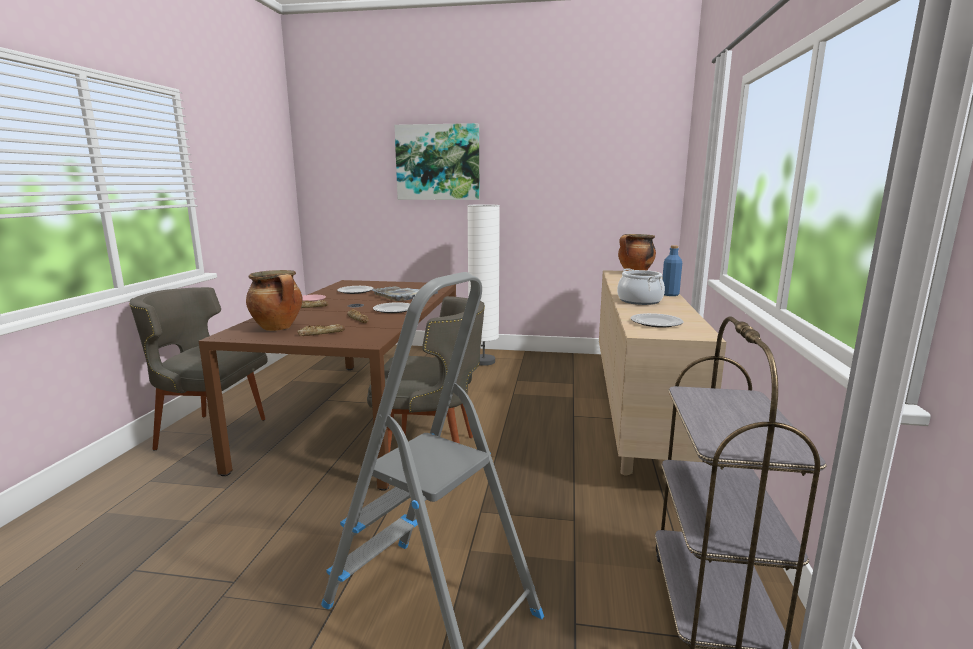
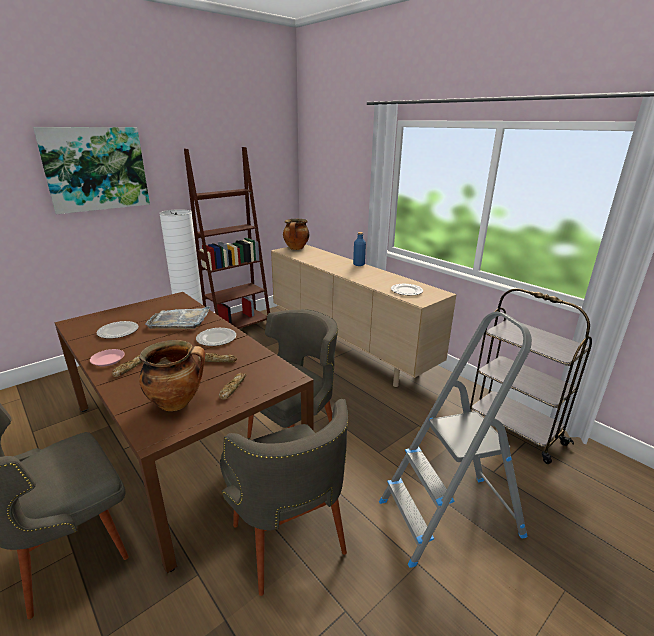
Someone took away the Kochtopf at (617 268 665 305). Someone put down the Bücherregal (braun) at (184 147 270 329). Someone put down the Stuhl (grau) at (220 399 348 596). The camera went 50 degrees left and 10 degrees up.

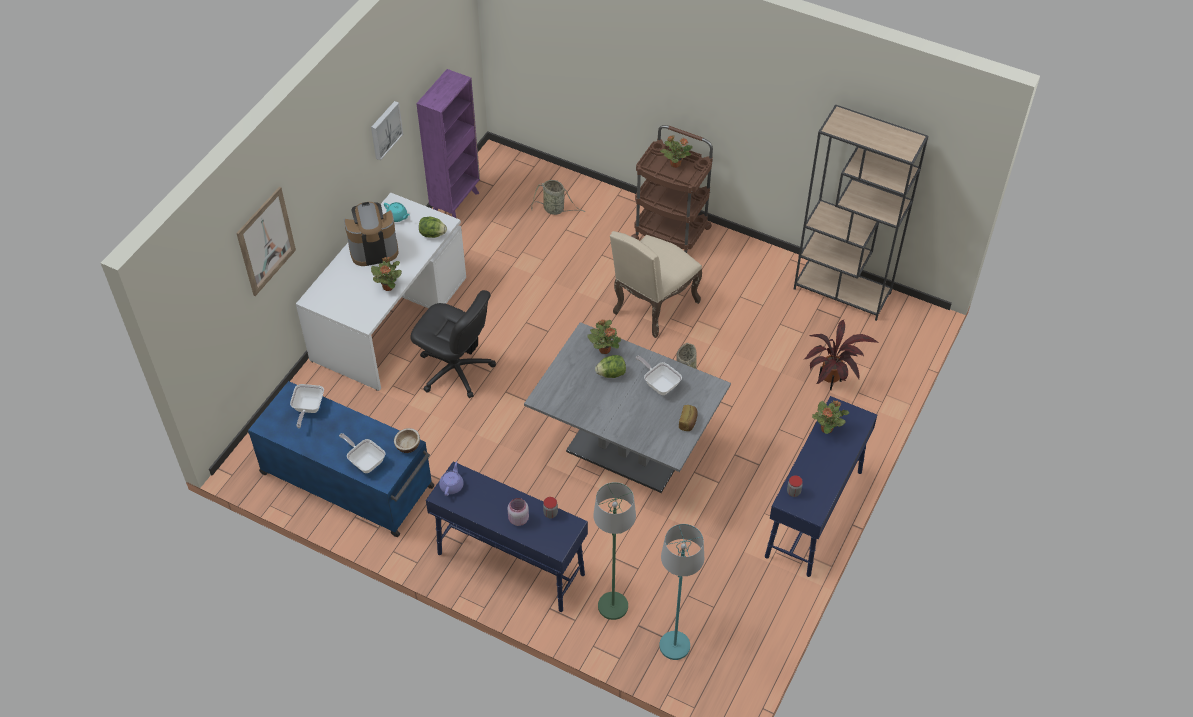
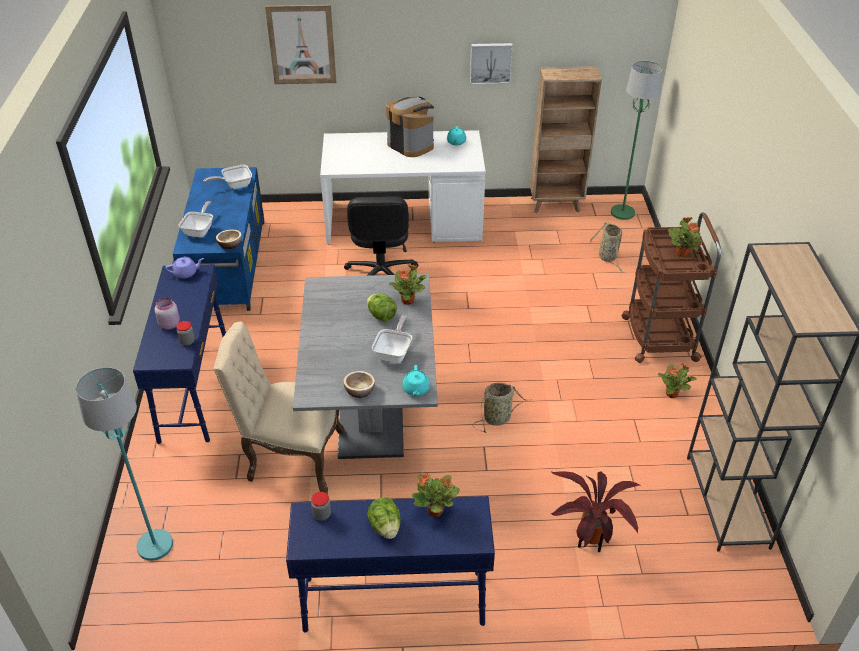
Someone repainted the Bücherregal (lila) at (416 69 480 218), which became the Bücherregal (braun) at (530 67 602 213). Someone carried the Salatkopf from (419 217 447 238) to (367 497 401 539). Someone carried the Stuhl (beige) from (610 231 702 338) to (214 322 344 494). Someone carried the Topfpflanze from (371 257 402 291) to (658 363 697 398). Someone swapped the Brot at (679 405 698 431) for the Schüssel at (343 371 375 398). Someone carried the Stehlampe (grün) from (593 482 636 620) to (611 61 663 220). Someone put down the Teekanne (türkis) at (402 365 430 397). The camera went 60 degrees right and 10 degrees down.

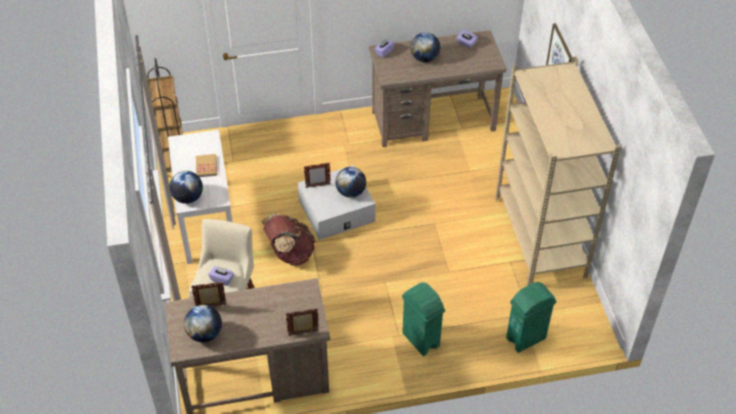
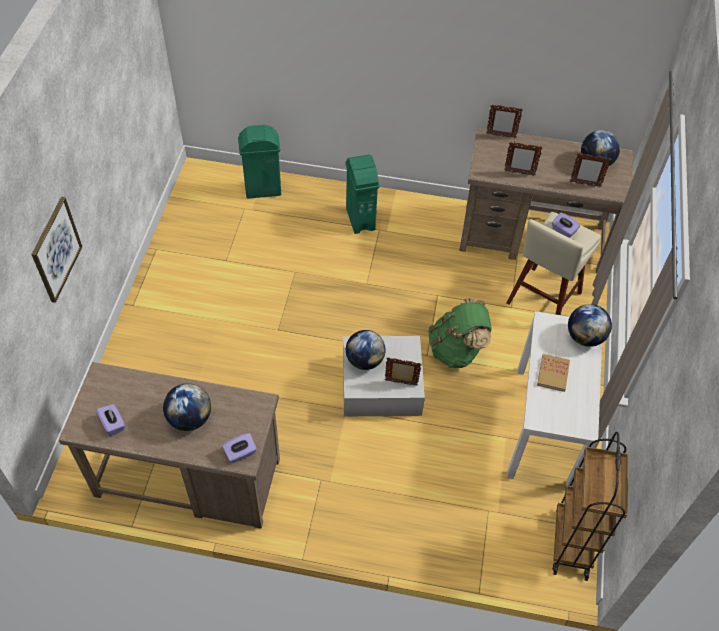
Someone took away the Bücherregal (beige) at (495 56 621 286). Someone repainted the Rucksack (braun) at (261 213 316 266), which became the Rucksack (grün) at (428 298 492 368). Someone put down the Bilderrahmen at (504 142 543 176). The camera went 160 degrees left and 5 degrees up.

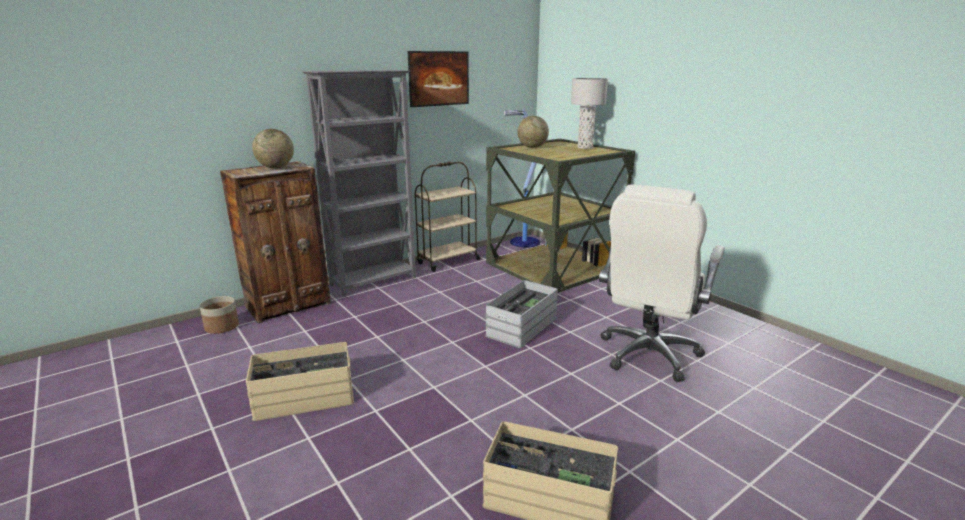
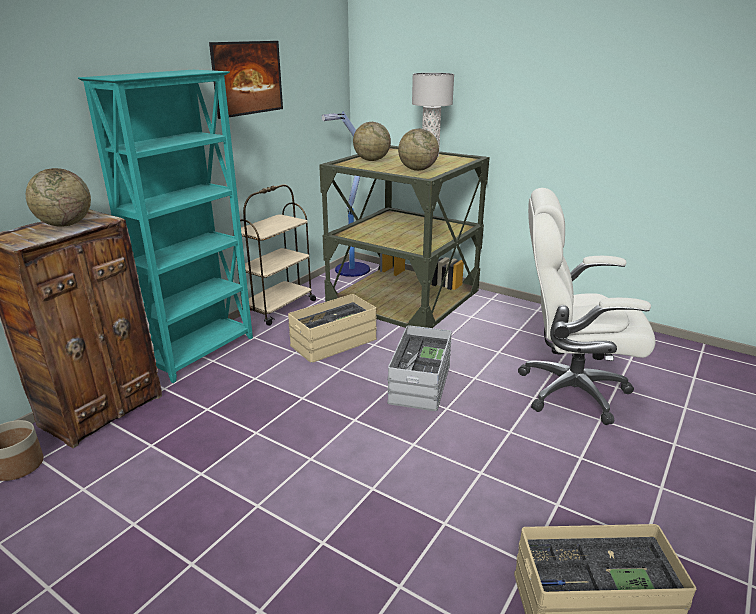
Someone repainted the Bücherregal (grau) at (302 70 416 297), which became the Bücherregal (türkis) at (78 70 253 383). Someone rotated the Bürostuhl (weiß) at (599 184 725 382) by 90 degrees clockwise. Someone carried the Aufbewahrungsbox (beige) from (246 342 354 421) to (288 294 377 363). Someone put down the Globus at (398 129 439 171). The camera went 20 degrees left and 5 degrees up.

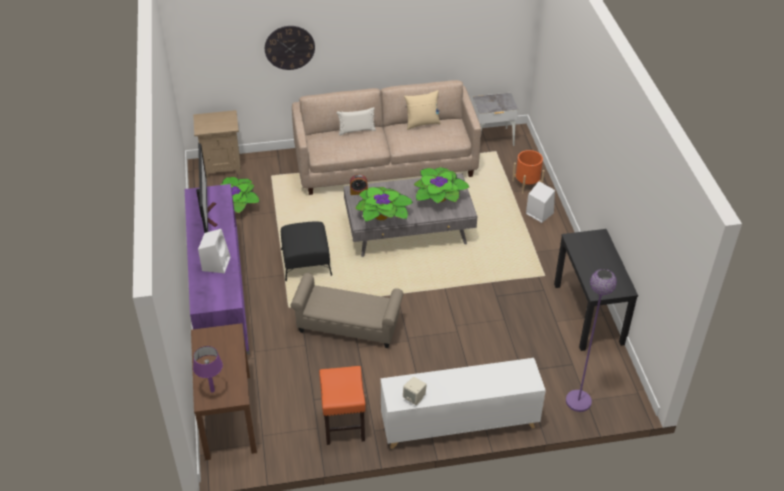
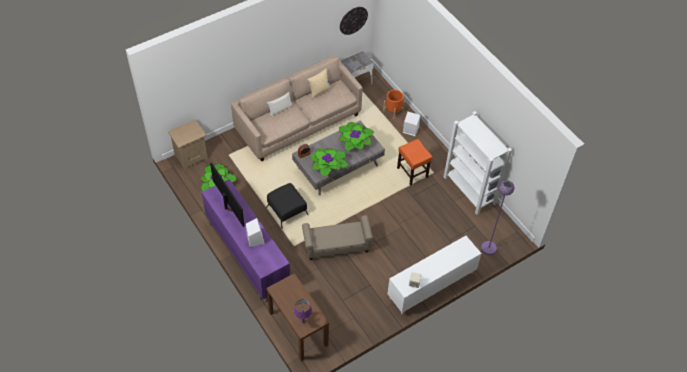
Someone carried the Wanduhr from (265 26 315 70) to (340 7 368 35). Someone swapped the Konsolentisch (schwarz) at (554 229 638 351) for the Bücherregal (weiß) at (444 111 512 215). Someone carried the Hocker (orange) from (319 366 366 445) to (397 139 432 186). The camera went 25 degrees left and 10 degrees up.

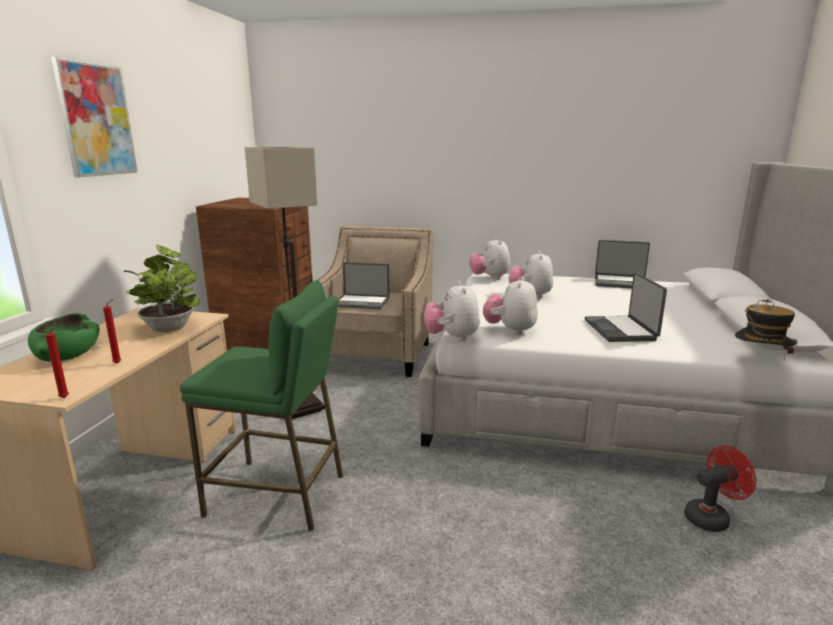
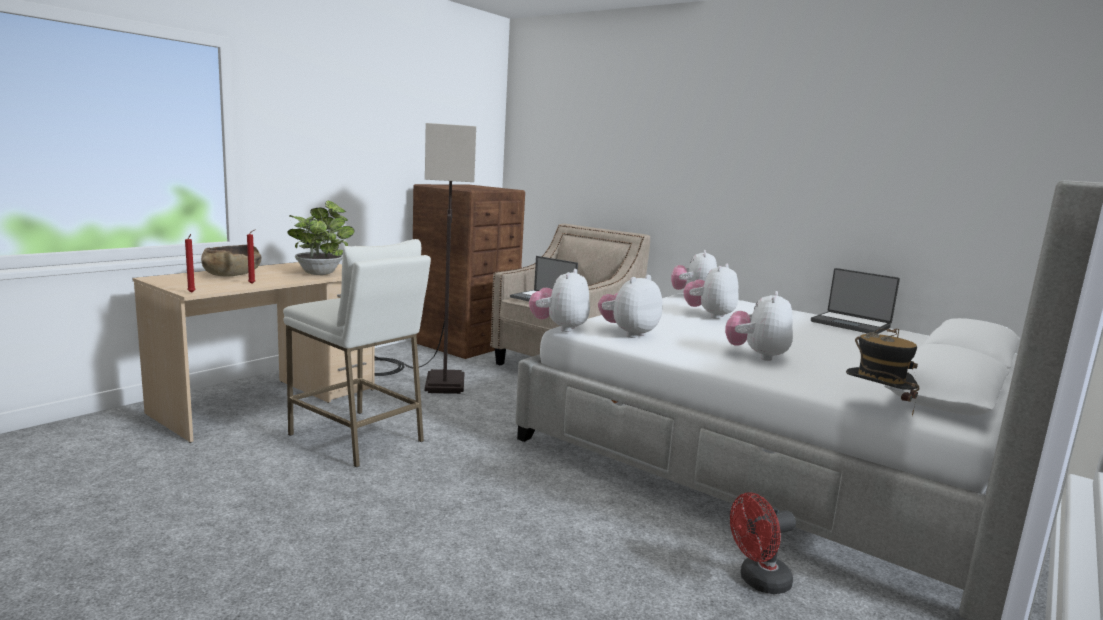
Someone took away the Bild at (51 57 138 178). Someone swapped the Laptop at (585 272 667 342) for the Plüschtier at (725 291 793 361). Someone repainted the Hocker (grün) at (180 280 343 531), which became the Hocker (weiß) at (283 239 431 468). Someone repainted the Schüssel (grün) at (28 313 100 362), which became the Schüssel (braun) at (201 245 261 276). Someone rotated the Ventilator (rot) at (684 445 756 532) by 150 degrees clockwise. The camera went 25 degrees right and 5 degrees down.

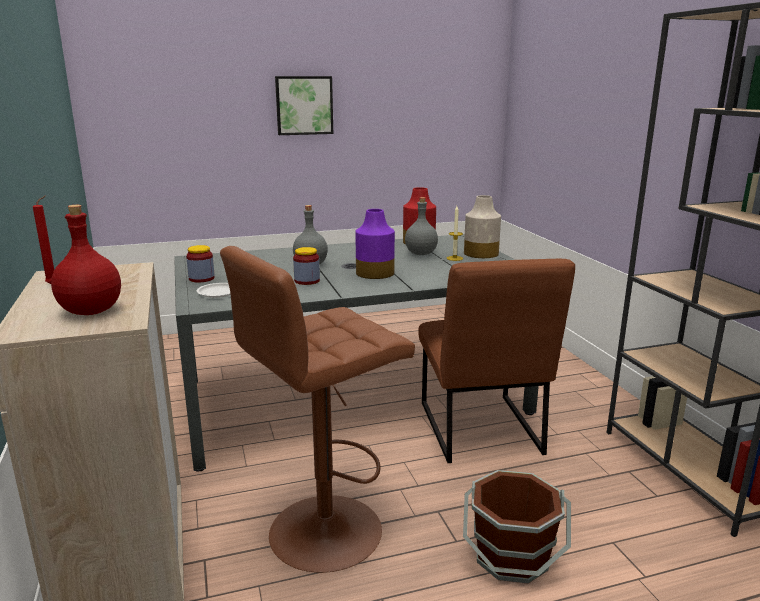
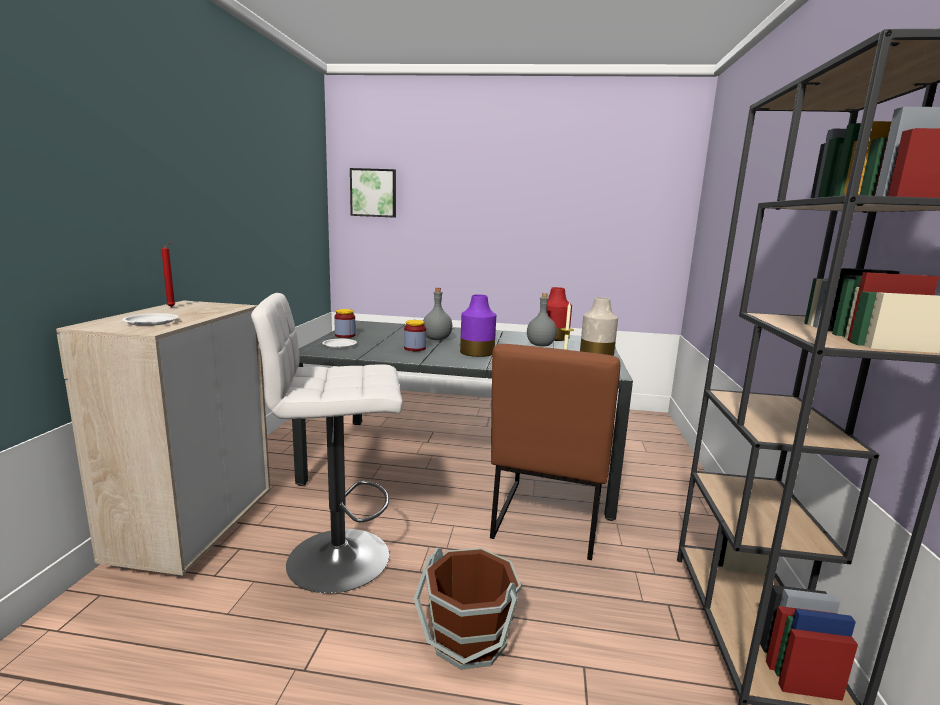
Someone carried the Bild from (275 76 333 135) to (350 168 396 218). Someone swapped the Flasche (rot) at (51 205 121 315) for the Teller (weiß) at (122 313 179 326). Someone repainted the Hocker (braun) at (220 246 415 573), which became the Hocker (weiß) at (251 293 403 593). The camera went 25 degrees right and 5 degrees down.

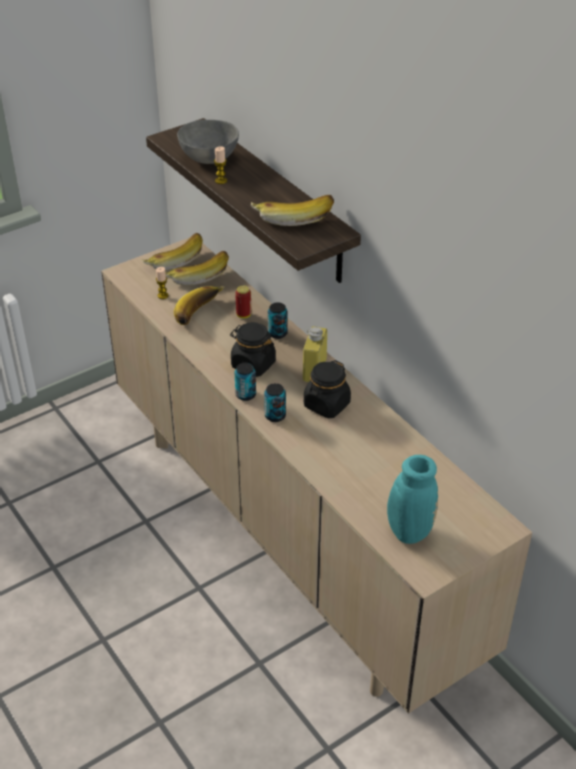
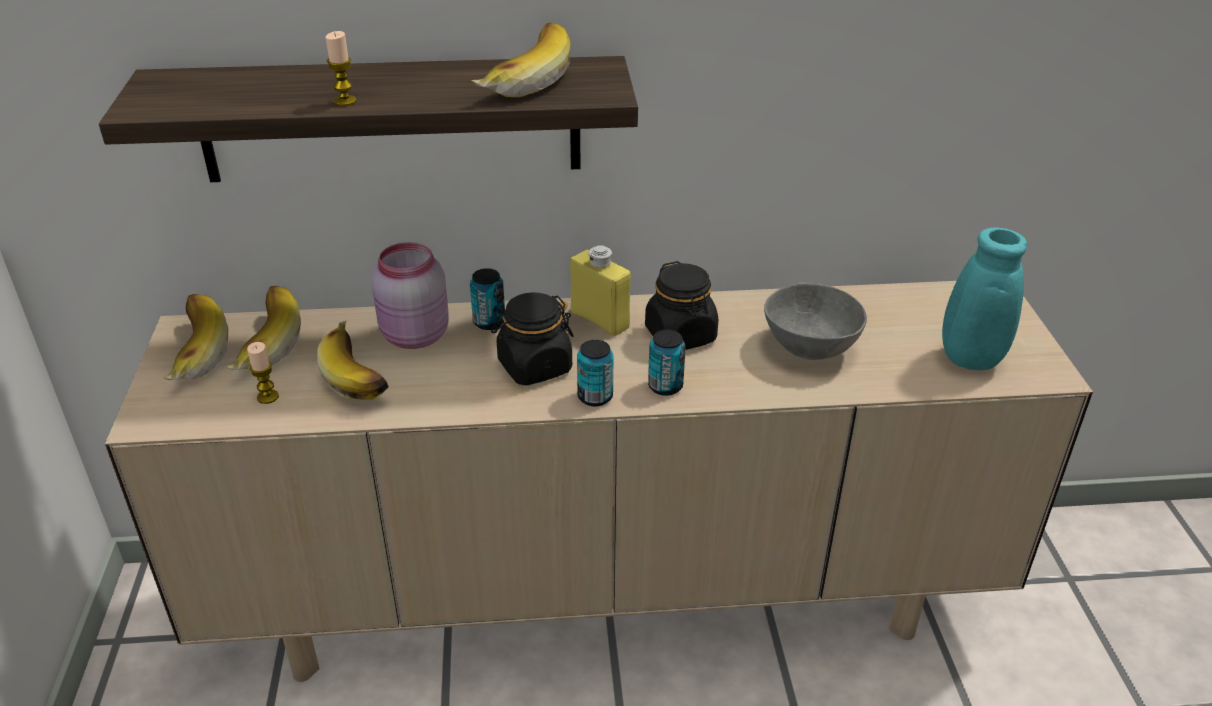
Someone carried the Schüssel (grau) from (177 120 239 164) to (764 283 867 360). Someone swapped the Dose at (235 285 251 318) for the Vorratsglas (rosa) at (372 242 449 349). The camera went 60 degrees left and 5 degrees down.

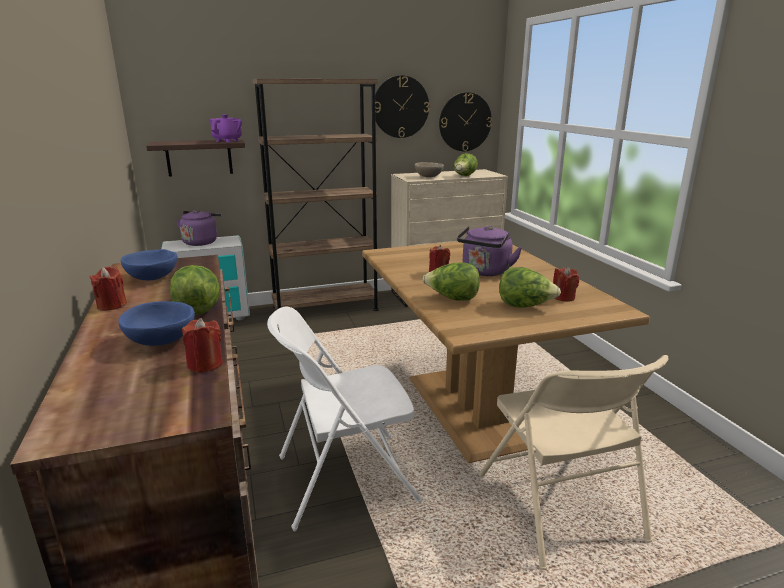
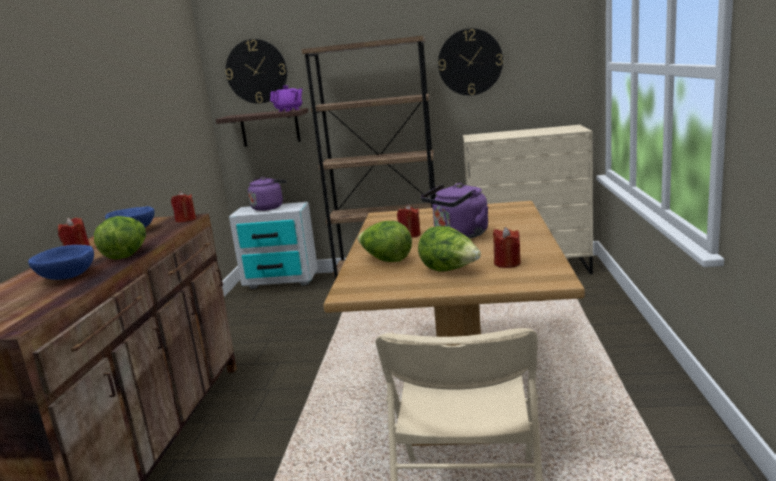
Someone carried the Wanduhr from (439 92 492 151) to (226 39 287 104). Someone took away the Salatkopf at (453 153 478 176). Someone took away the Schüssel (beige) at (415 162 444 177). Someone took away the Stuhl (weiß) at (267 307 422 532). Someone carried the Kerze (rot) from (182 318 223 373) to (171 191 196 223). The camera went 25 degrees right and 5 degrees down.

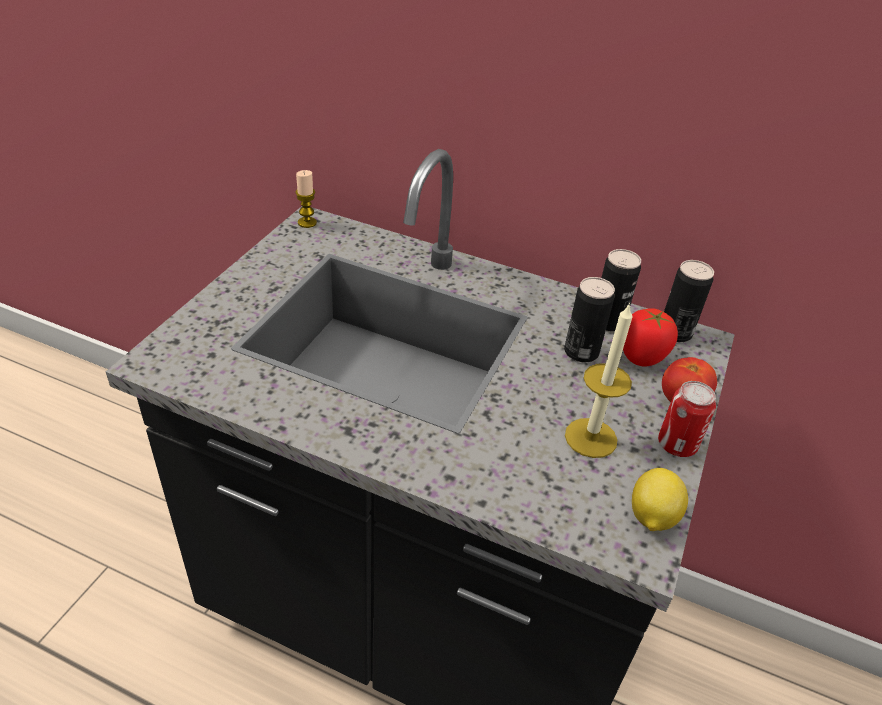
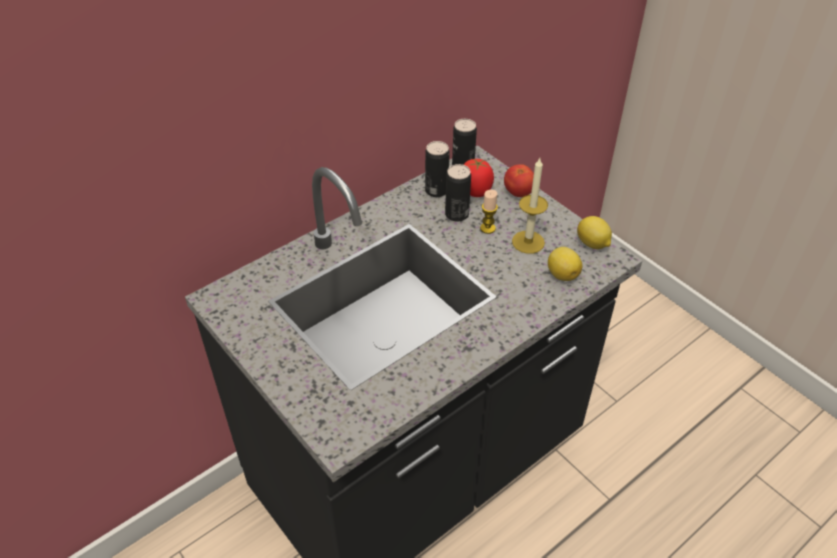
Someone carried the Kerze from (295 170 317 228) to (480 190 498 234). Someone took away the Dose at (658 381 716 457). Someone put down the Zitrone at (548 247 582 281). The camera went 60 degrees left and 5 degrees up.

